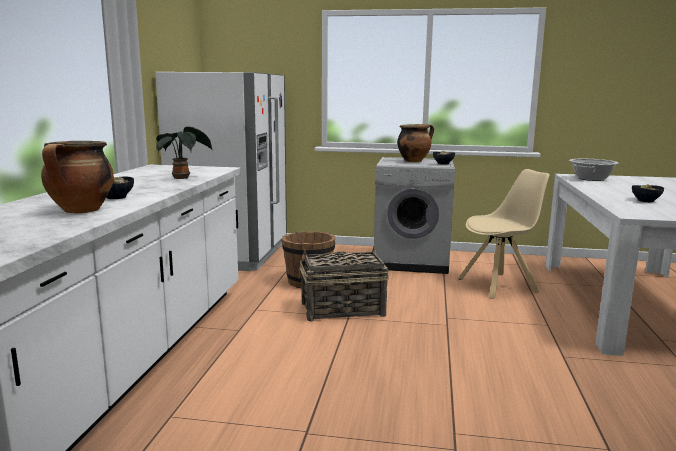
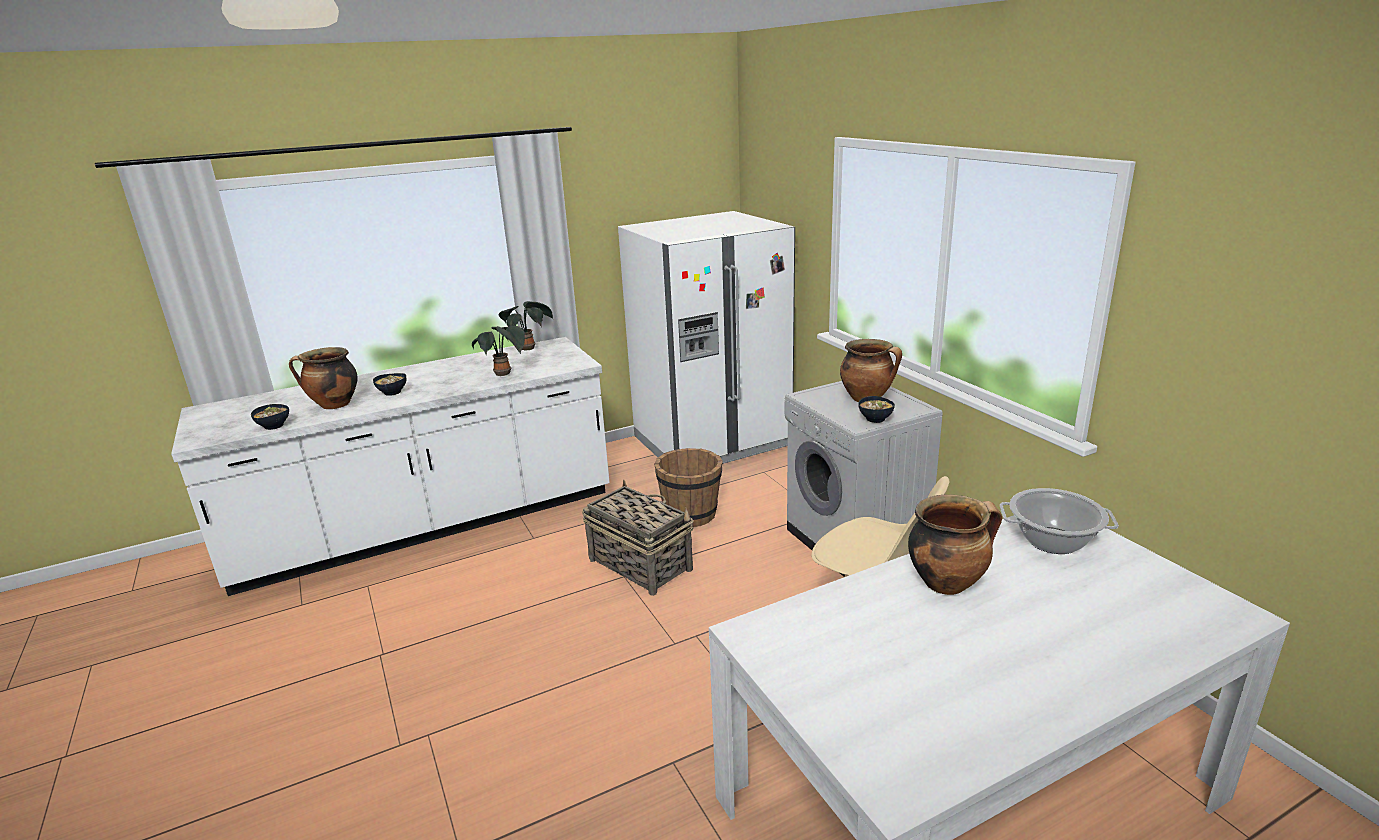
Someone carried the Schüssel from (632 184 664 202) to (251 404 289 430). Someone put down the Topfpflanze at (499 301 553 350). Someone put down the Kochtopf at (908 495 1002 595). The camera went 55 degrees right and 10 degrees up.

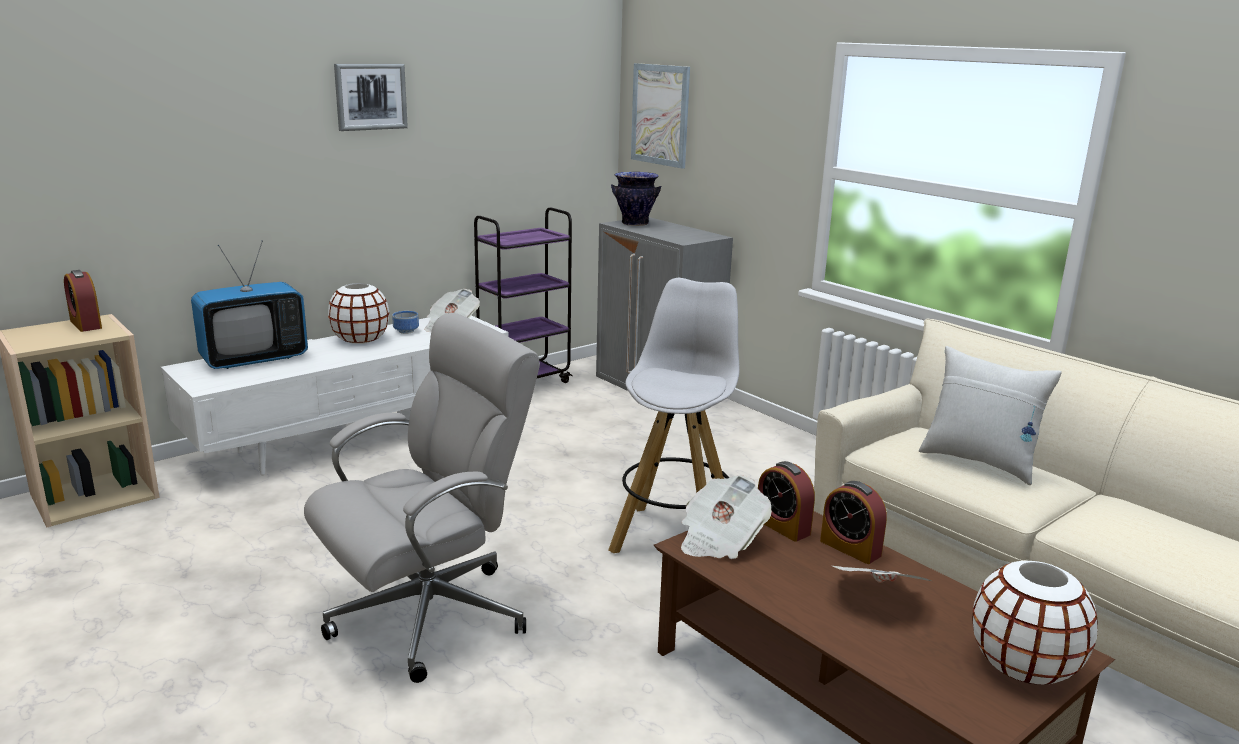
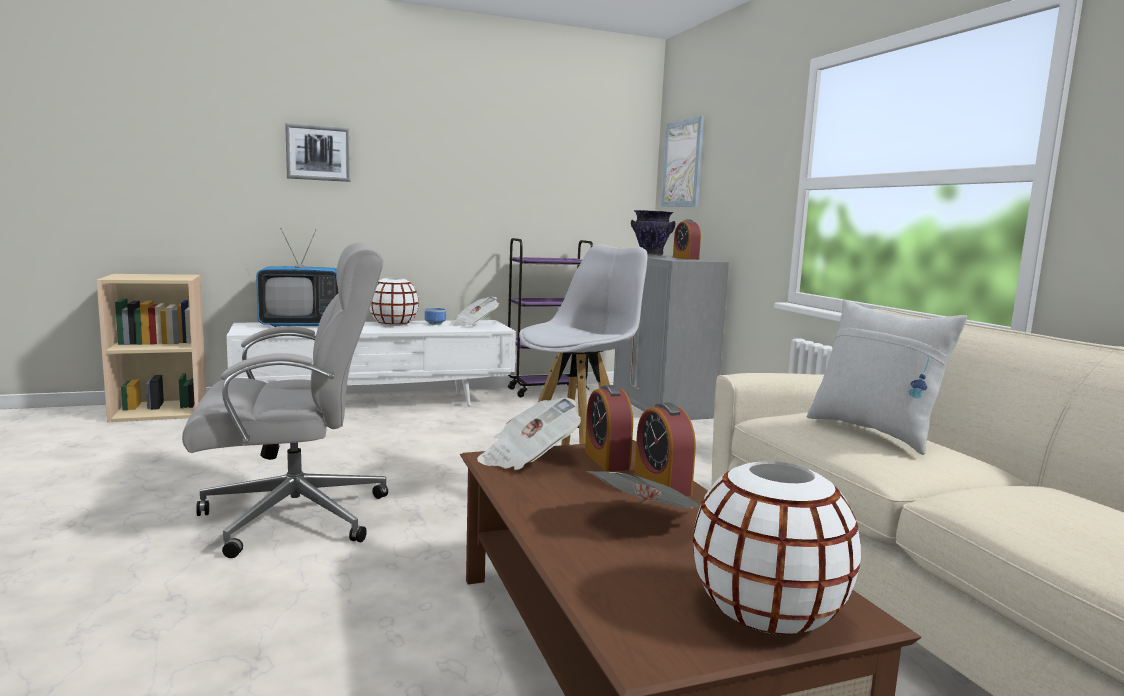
Someone carried the Bild from (334 64 408 131) to (285 123 350 182). Someone carried the Wecker from (64 270 102 332) to (673 219 701 260). The camera went 20 degrees right and 10 degrees down.

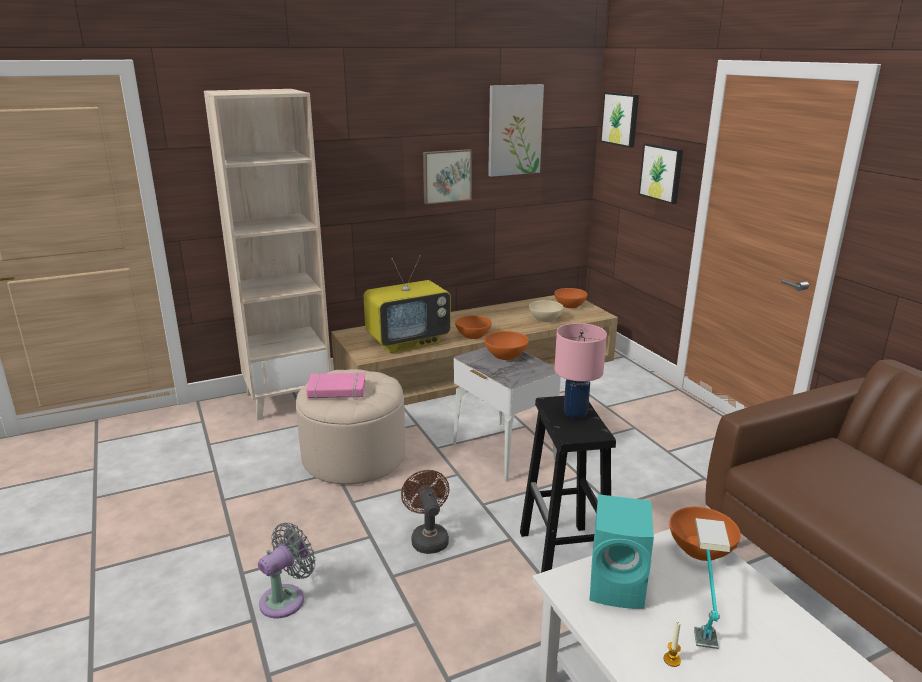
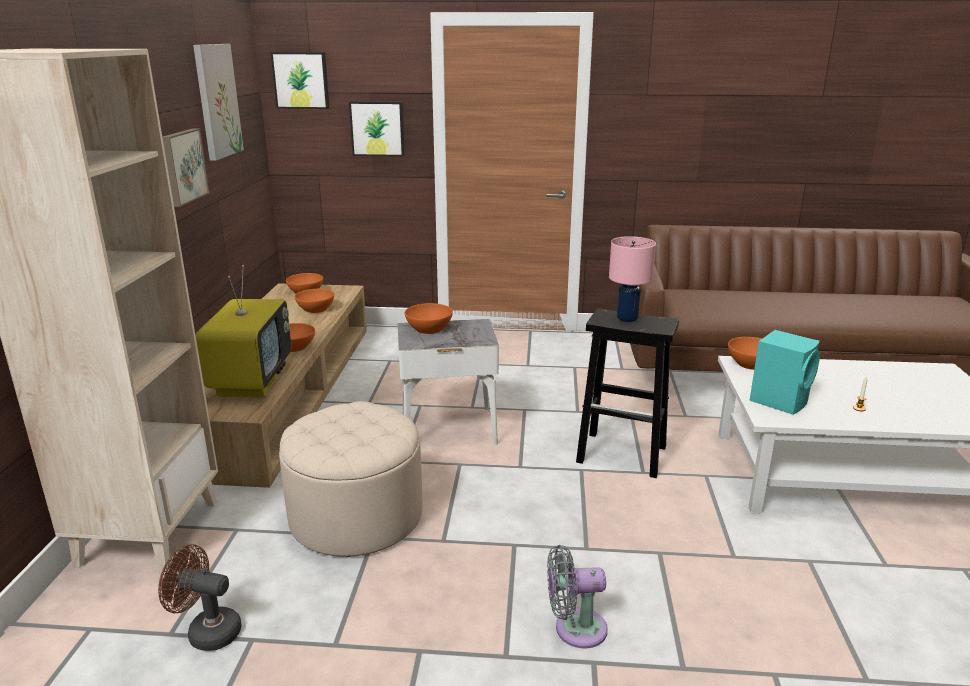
Someone repainted the Schüssel (beige) at (529 300 564 322), which became the Schüssel (orange) at (295 289 334 313). Someone took away the Buch (rosa) at (306 373 366 399). Someone carried the Ventilator (braun) from (401 470 449 554) to (158 544 242 651). Someone took away the Tischlampe at (694 518 730 649). Someone rotated the Ventilator (grau) at (258 523 315 618) by 75 degrees counterclockwise. The camera went 60 degrees left and 0 degrees up.

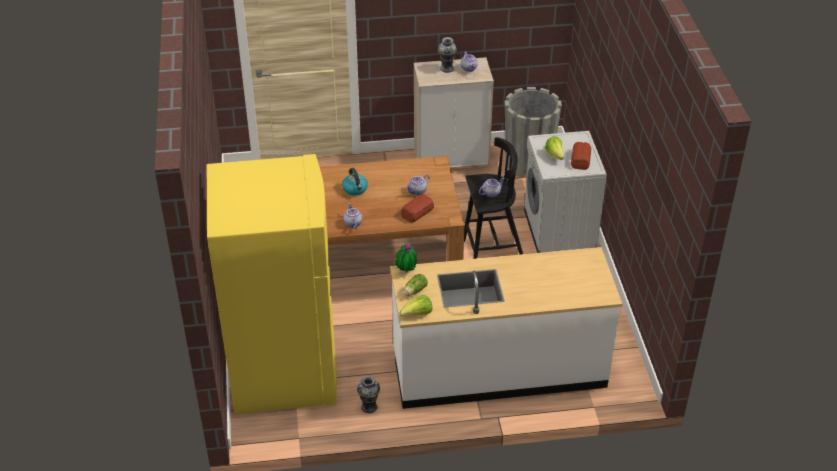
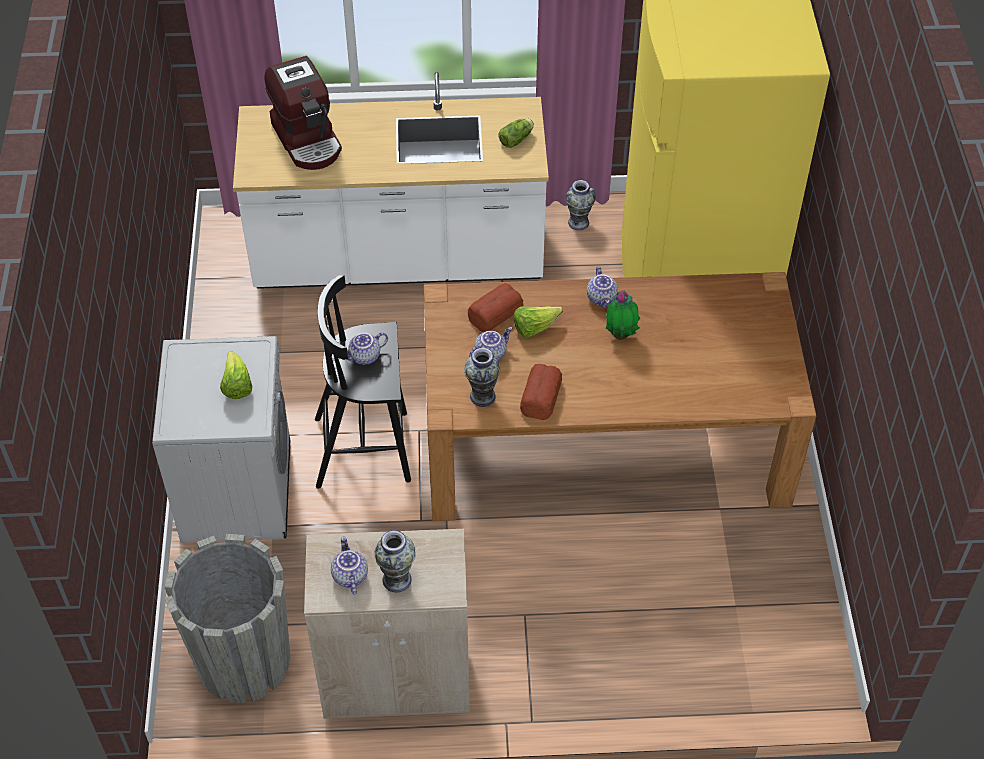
Someone carried the Brot from (571 142 591 170) to (520 364 562 420). Someone took away the Wasserkessel at (342 168 368 196). Someone carried the Topfpflanze from (395 241 417 273) to (606 290 640 340). Someone carried the Salatkopf from (399 295 433 316) to (514 306 563 337). Someone put down the Kaffeemaschine at (264 56 342 170). Someone put down the Vase at (464 348 500 407). The camera went 175 degrees left and 10 degrees up.

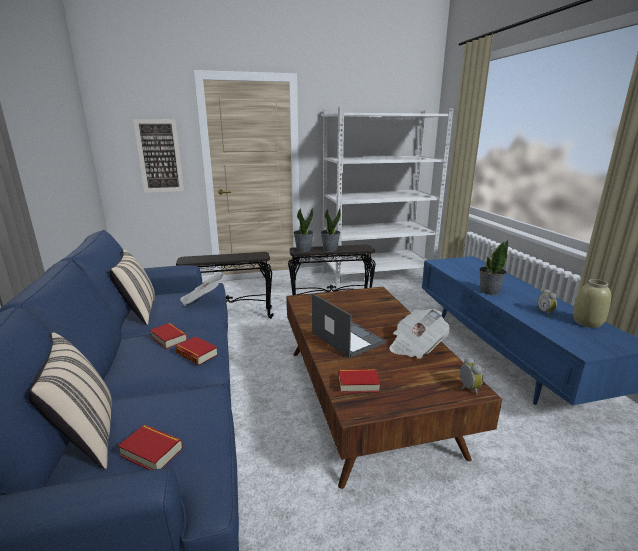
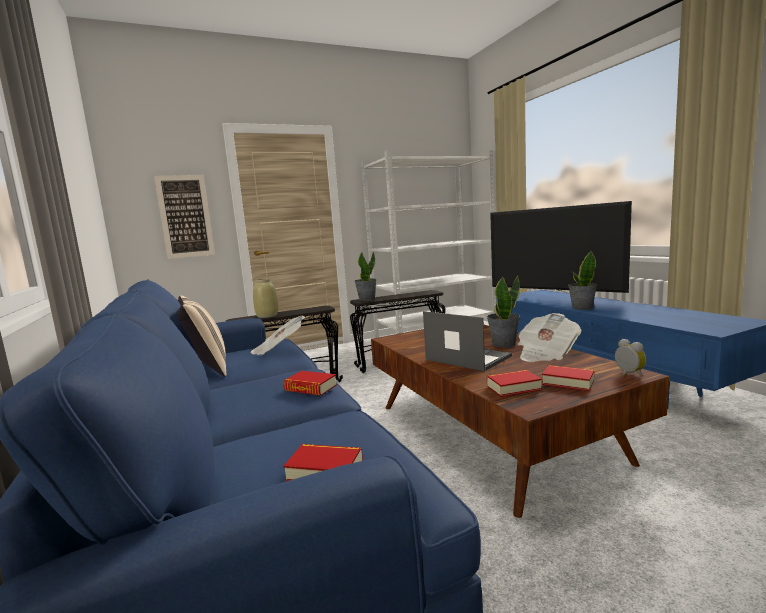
Someone carried the Topfpflanze from (321 208 341 252) to (487 276 520 348). Someone carried the Vase (beige) from (573 279 611 328) to (253 278 279 318). Someone took away the Wecker at (538 289 557 316). Someone carried the Buch from (150 323 187 349) to (542 365 594 391). Someone took away the Kissen (beige) at (29 332 112 469). Someone put down the Fernseher at (490 201 632 302). The camera went 10 degrees left and 10 degrees down.

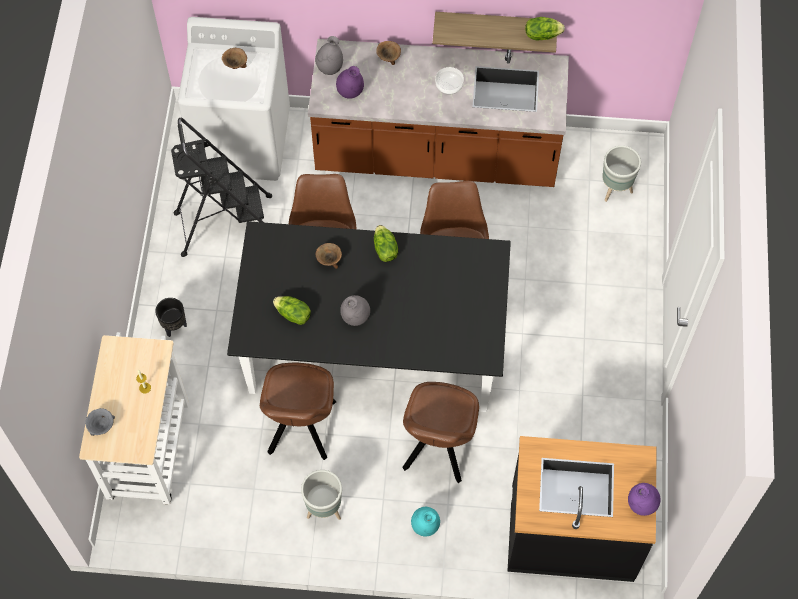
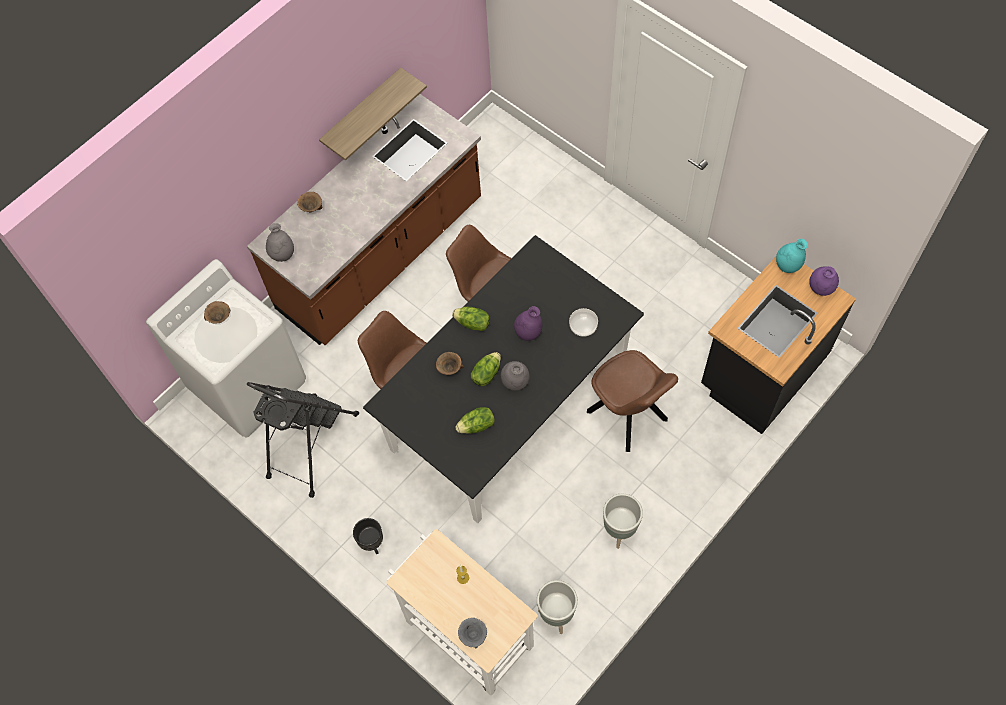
Someone carried the Salatkopf from (525 17 565 41) to (471 352 501 386). Someone carried the Vase (lila) from (336 66 364 99) to (514 306 542 341). Someone carried the Schüssel from (435 67 464 95) to (569 308 598 337). Someone carried the Pflanzkübel (grau) from (602 146 641 202) to (537 580 578 634). Someone took away the Stuhl (braun) at (260 362 336 460). Someone carried the Vase (türkis) from (411 507 440 537) to (776 239 808 273). The camera went 50 degrees left and 0 degrees up.

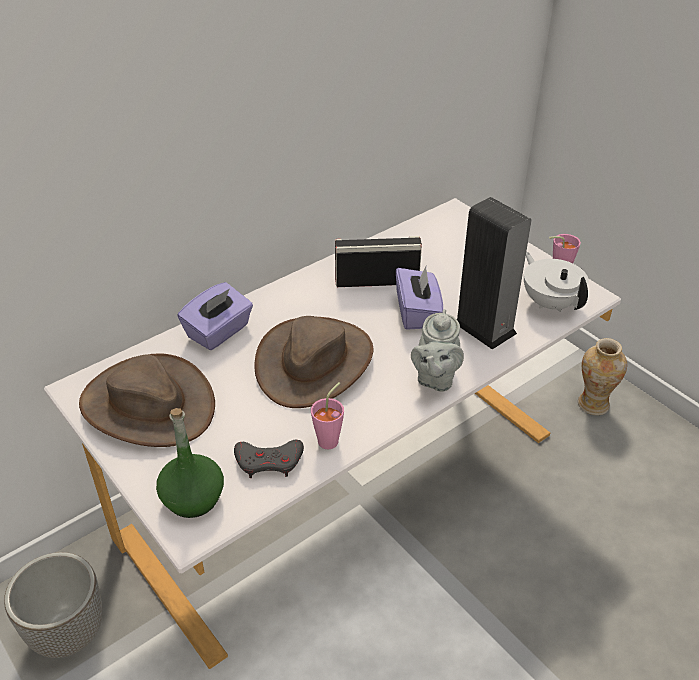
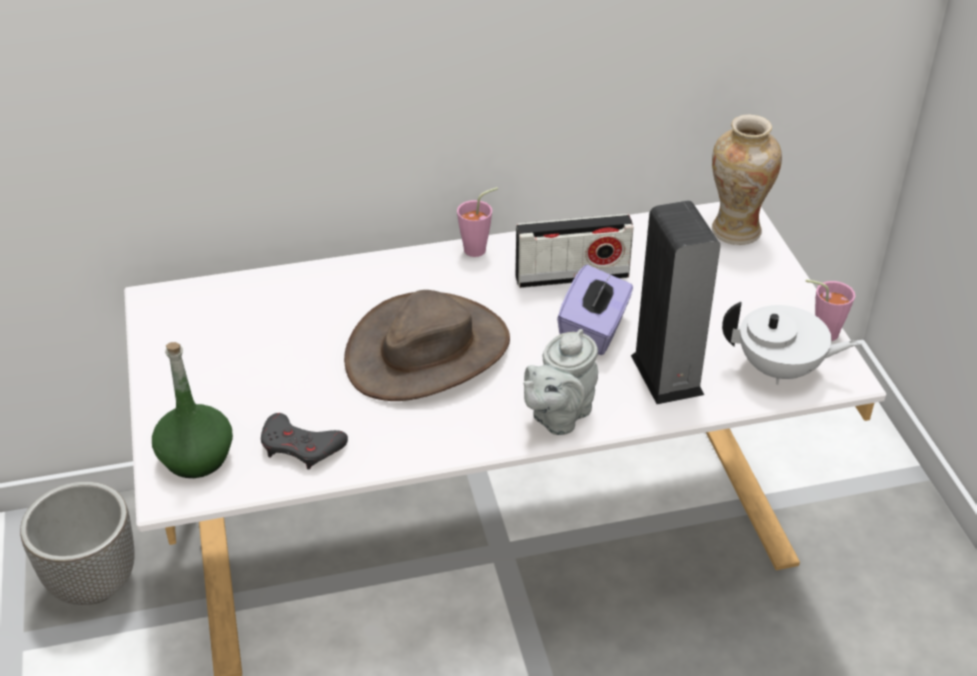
Someone rotated the Radio at (335 236 422 287) by 150 degrees clockwise. Someone rotated the Teekanne (weiß) at (524 252 589 312) by 105 degrees clockwise. Someone took away the Taschentuchbox (lila) at (177 282 253 350). Someone carried the Vase from (578 338 627 415) to (712 115 782 245). Someone took away the Hut (braun) at (79 353 215 447). Someone carried the Tasse (rosa) from (311 382 344 450) to (457 187 498 257). The camera went 25 degrees right and 0 degrees up.

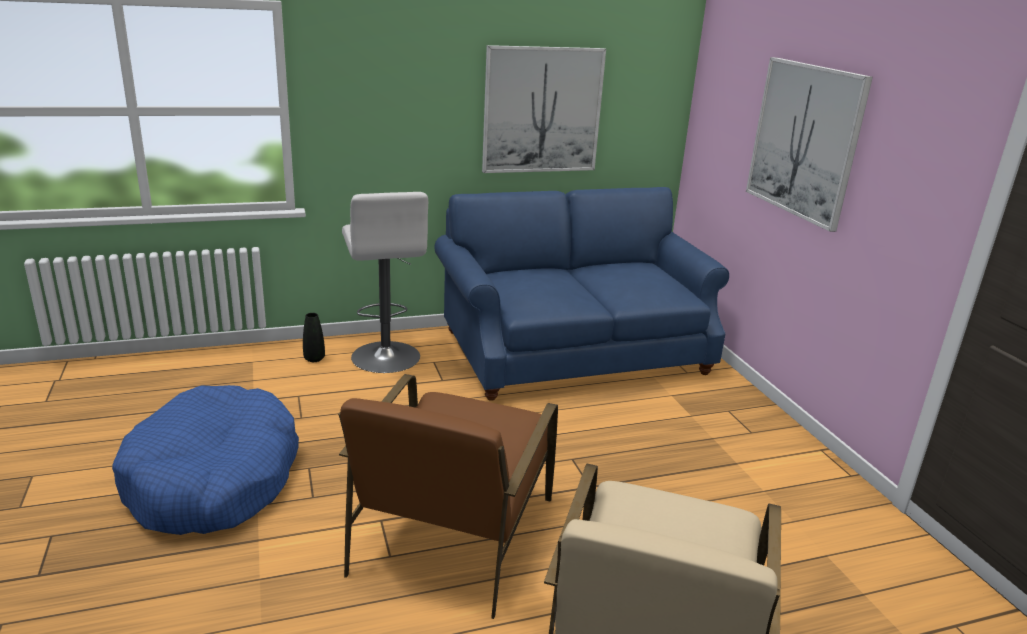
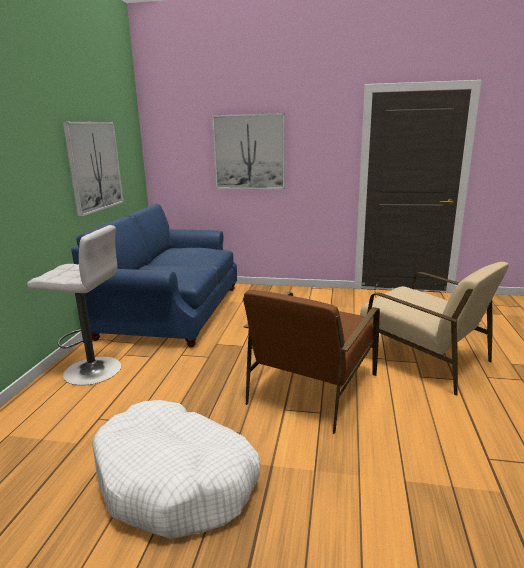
Someone took away the Vase (schwarz) at (303 313 325 362). Someone rotated the Sessel (braun) at (338 374 558 619) by 75 degrees clockwise. Someone repainted the Hundebett (blau) at (112 385 299 535), which became the Hundebett (weiß) at (92 400 260 539). The camera went 60 degrees left and 5 degrees down.

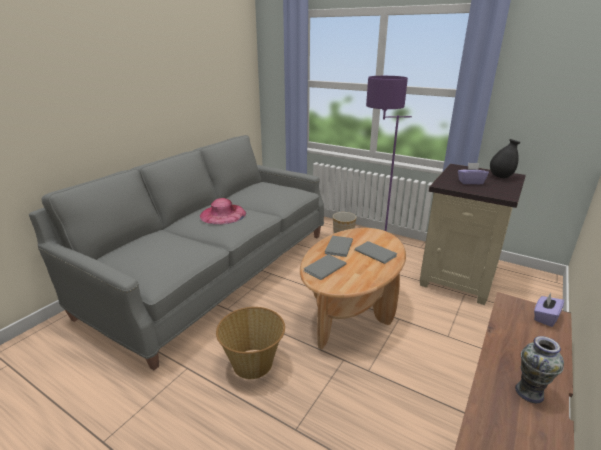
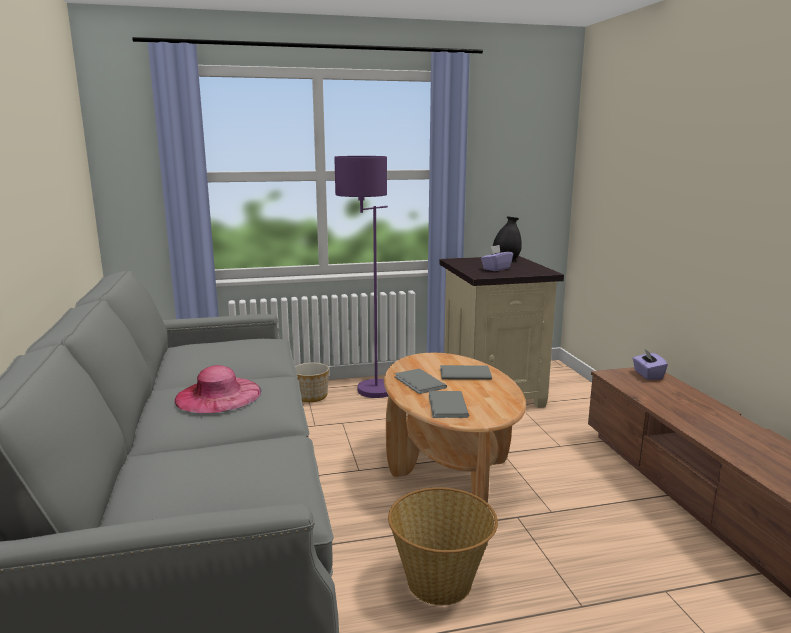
Someone took away the Vase at (515 336 564 403). The camera went 45 degrees left and 10 degrees down.

